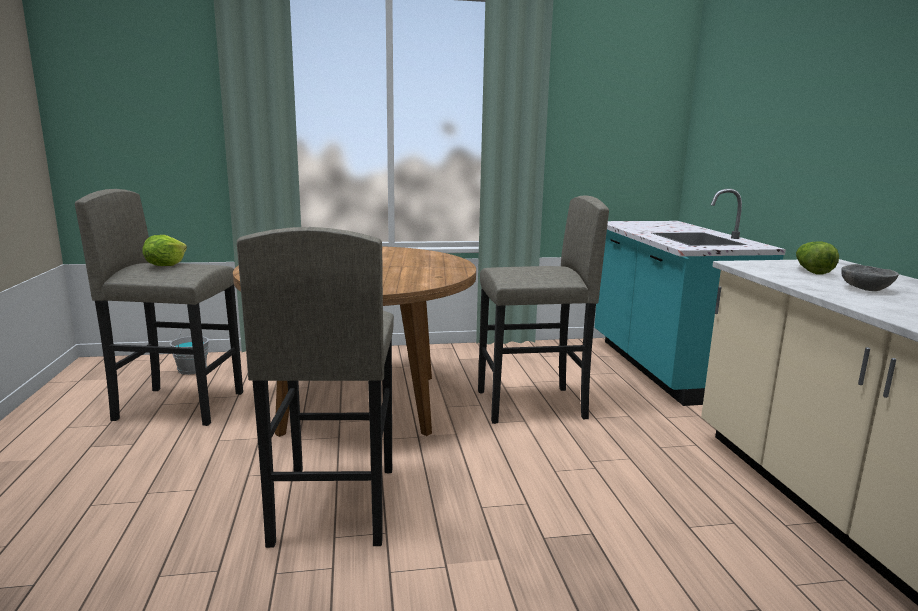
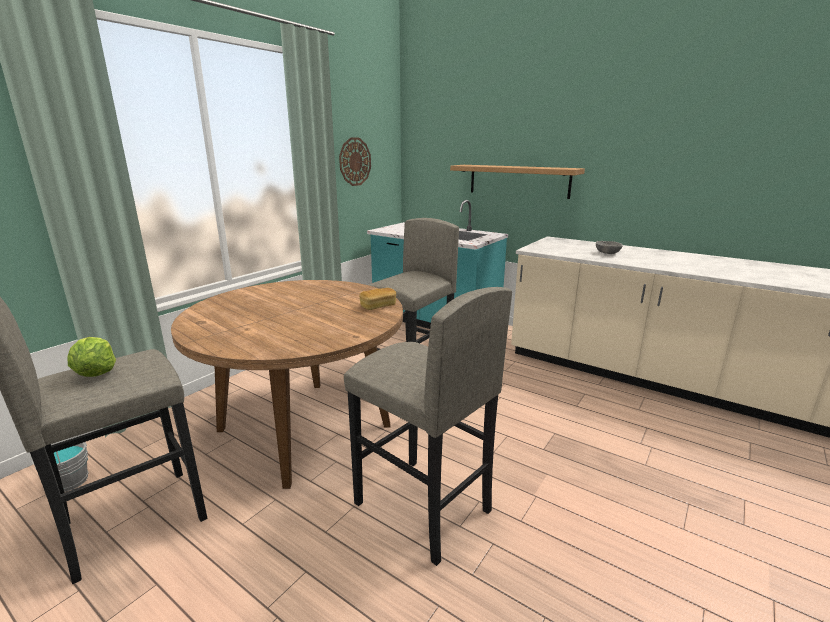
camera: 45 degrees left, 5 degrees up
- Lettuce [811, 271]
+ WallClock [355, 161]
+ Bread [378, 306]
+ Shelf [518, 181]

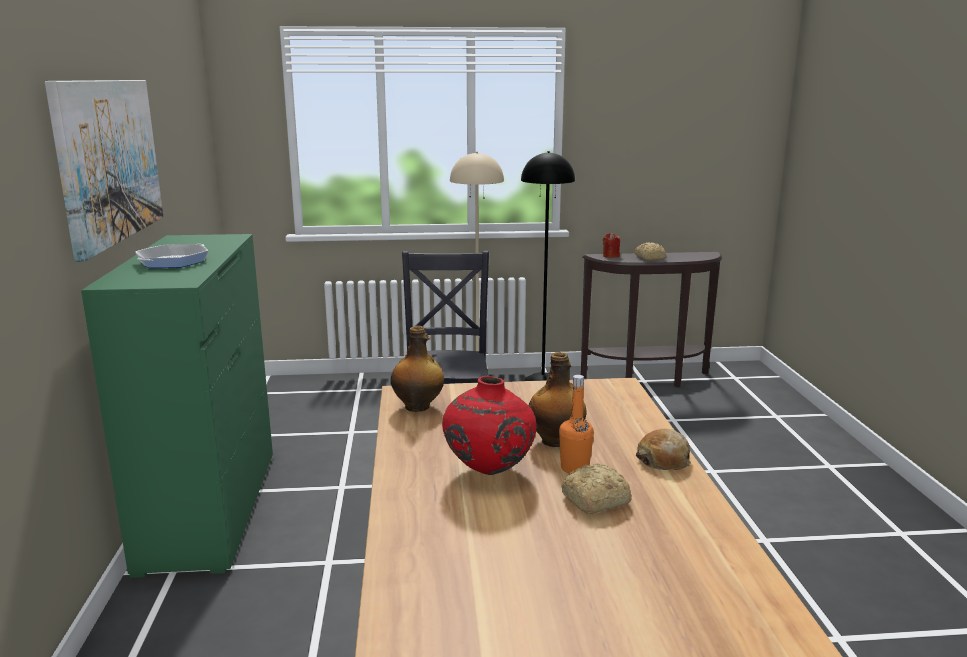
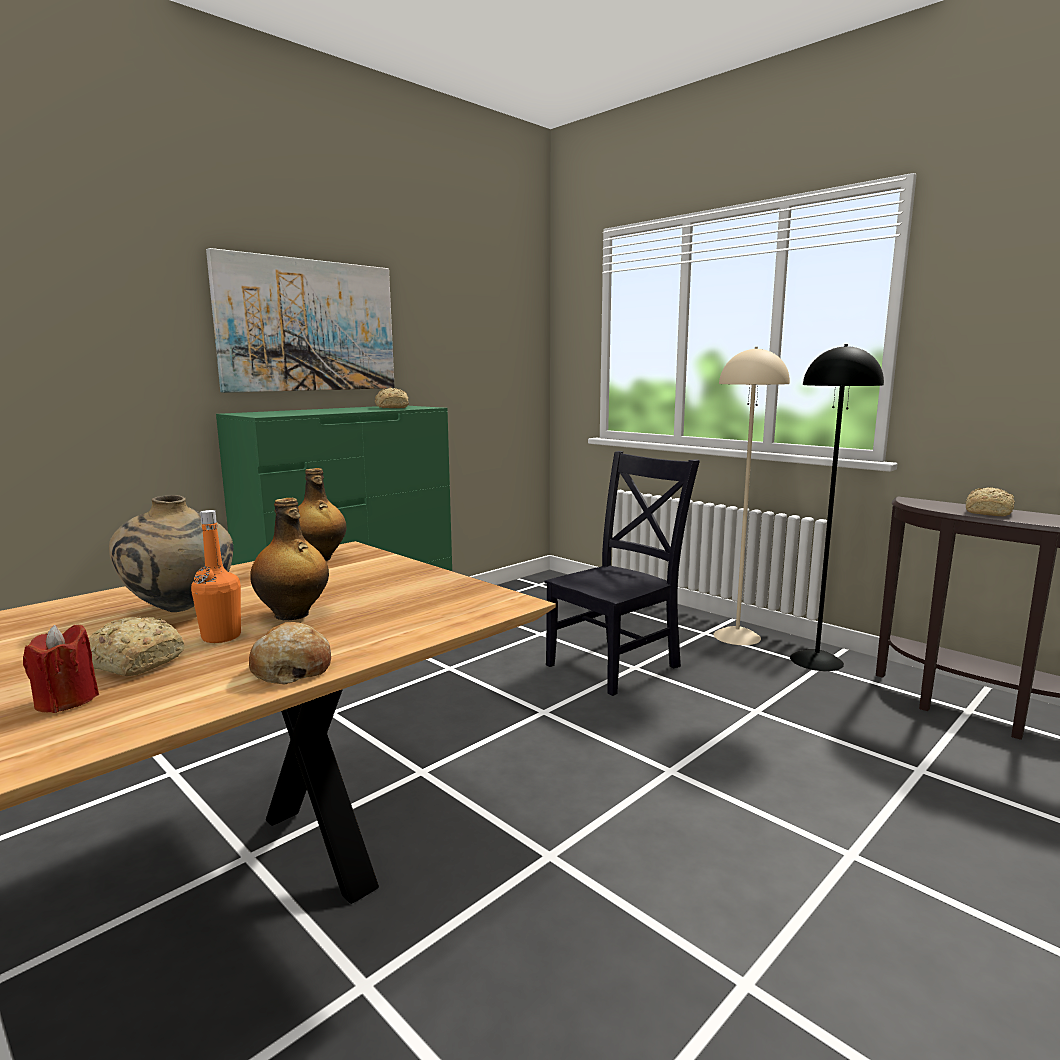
camera: 50 degrees right, 5 degrees down
- FryingPan [173, 261]
+ Bread [392, 408]
~ RedCandle [611, 256] to [66, 700]
~ RedVase [488, 471] to BeigeVase [181, 610]

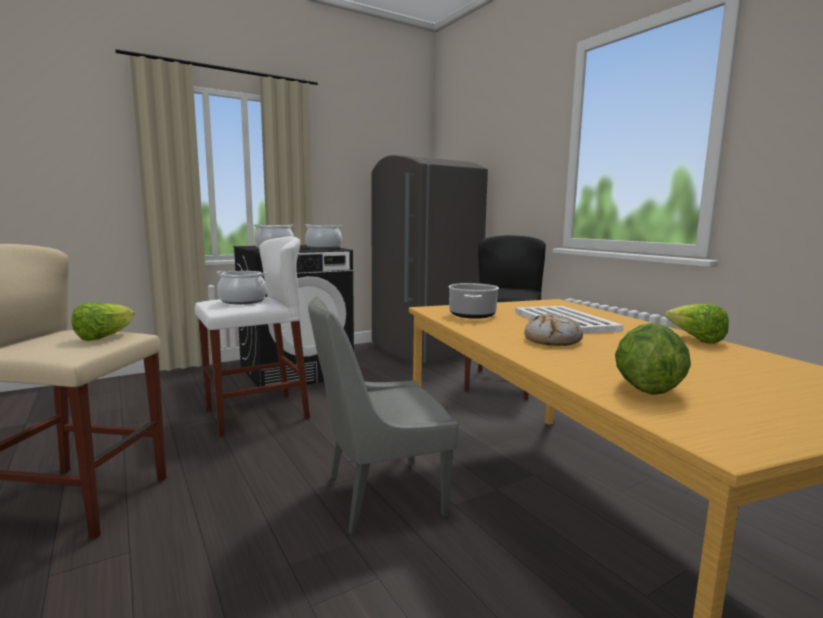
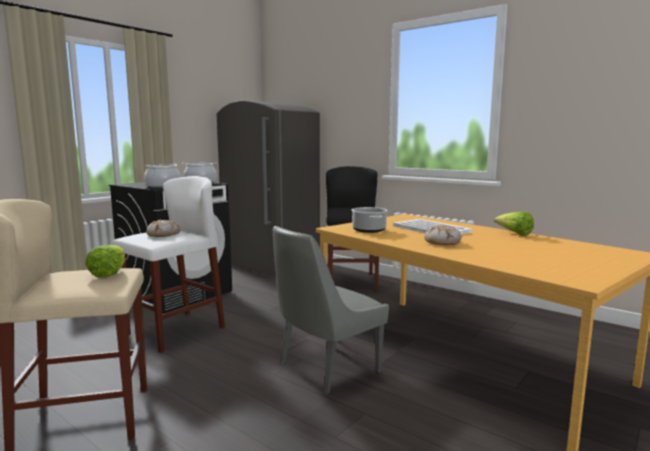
camera: 20 degrees left, 0 degrees up
- Lettuce [645, 389]
~ CookingPot [243, 301] to Bread [163, 234]

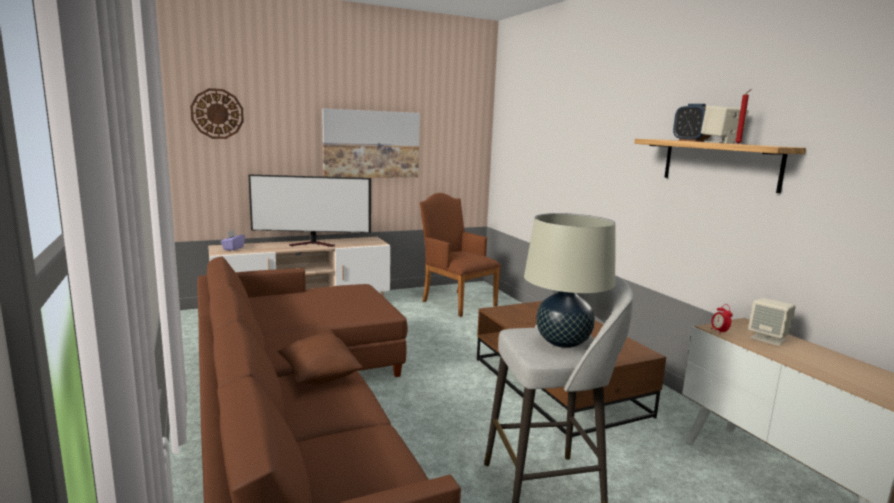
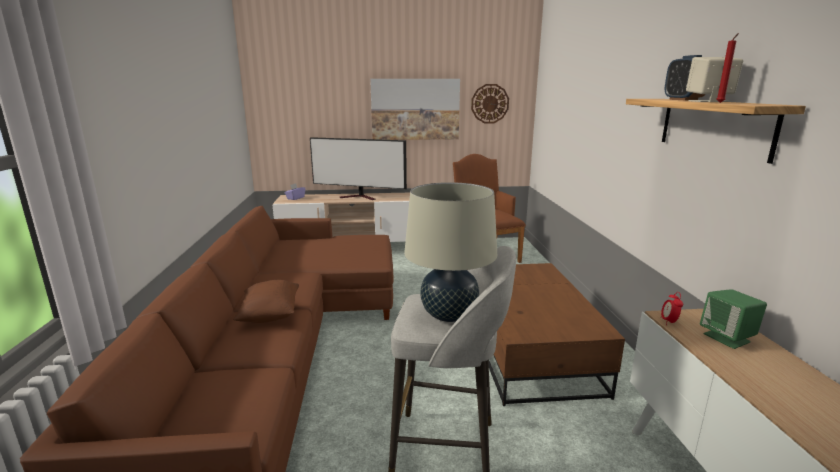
camera: 20 degrees right, 5 degrees up
~ WallClock [217, 113] to [490, 103]
~ BeigeSpeaker [768, 339] to GreenSpeaker [727, 338]

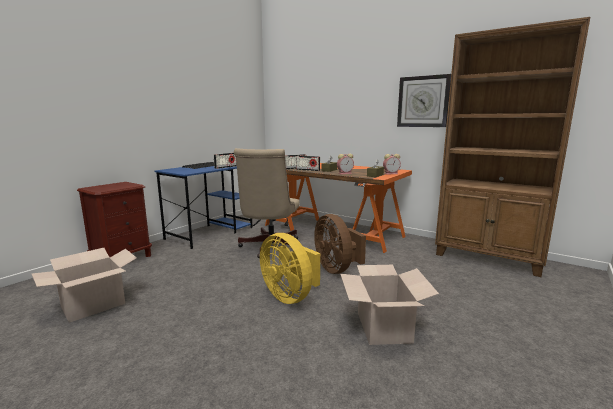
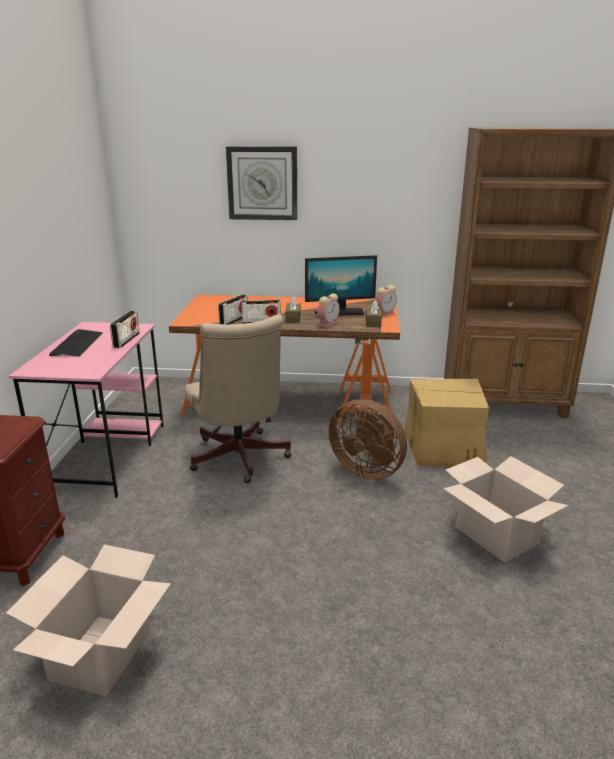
camera: 30 degrees left, 10 degrees up
- YellowFan [290, 296]
+ Monitor [339, 313]
+ CardboardBox [445, 446]
~ WallClock [423, 101] to [262, 183]
~ BlueDesk [211, 232] to PinkDesk [107, 455]

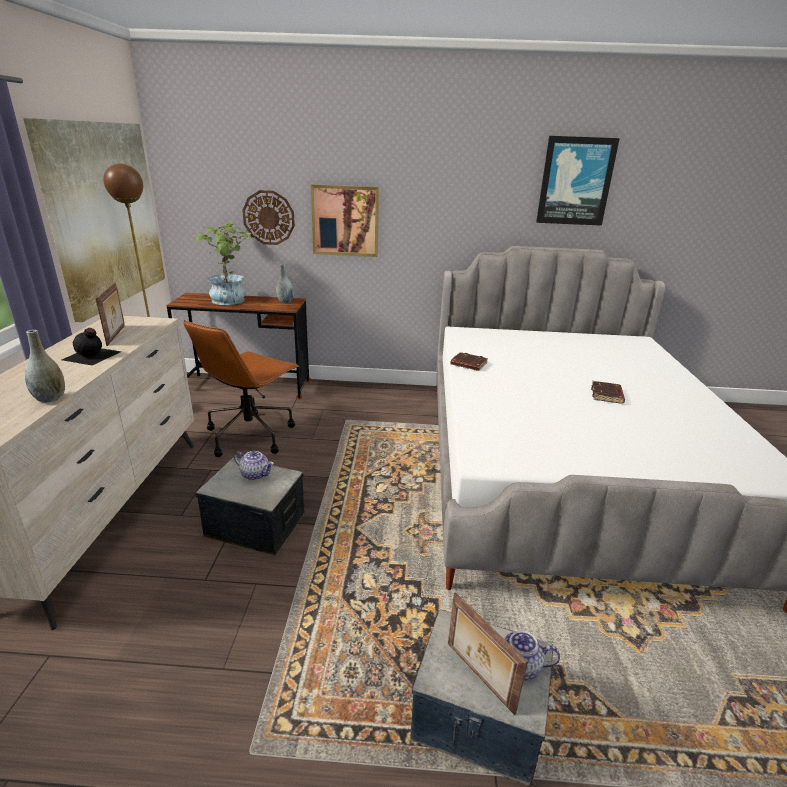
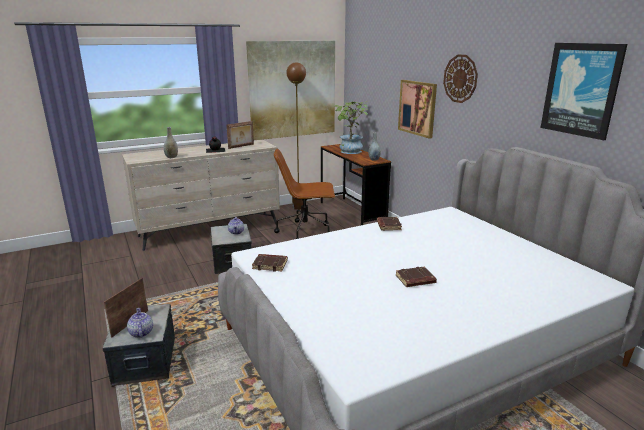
camera: 60 degrees right, 5 degrees down
+ BrownBook [270, 265]
~ WallClock [269, 218] to [460, 78]

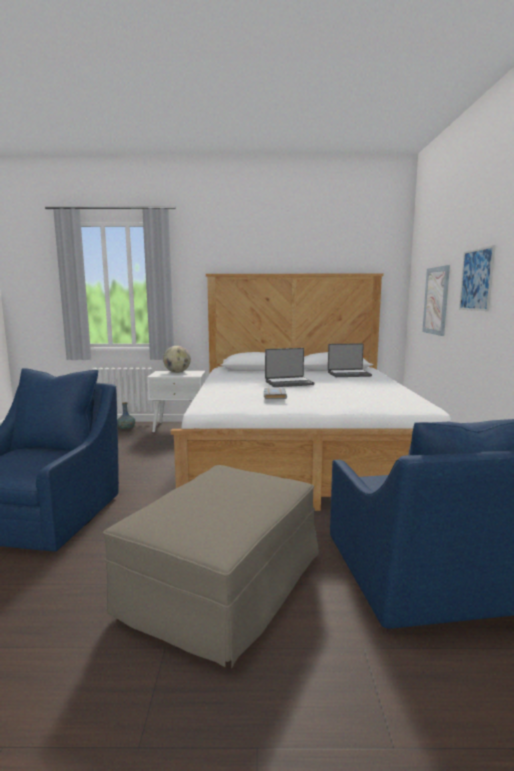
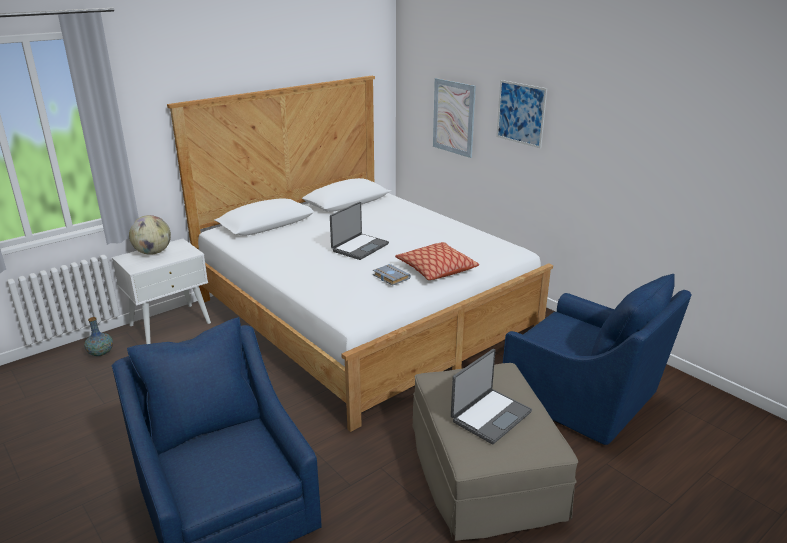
camera: 40 degrees left, 15 degrees up
+ Pillow [436, 269]
~ Laptop [349, 374] to [490, 416]

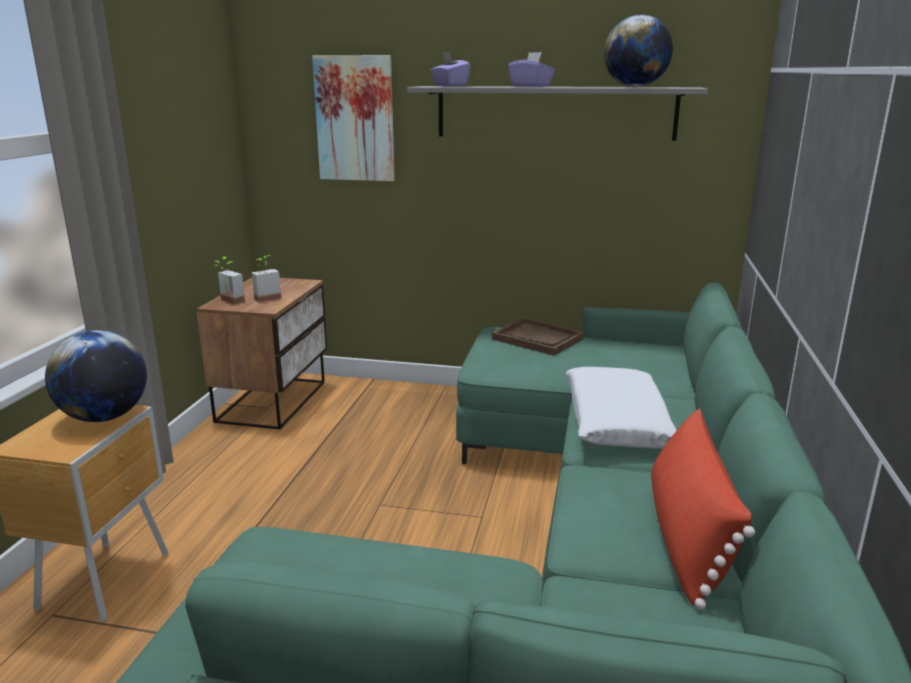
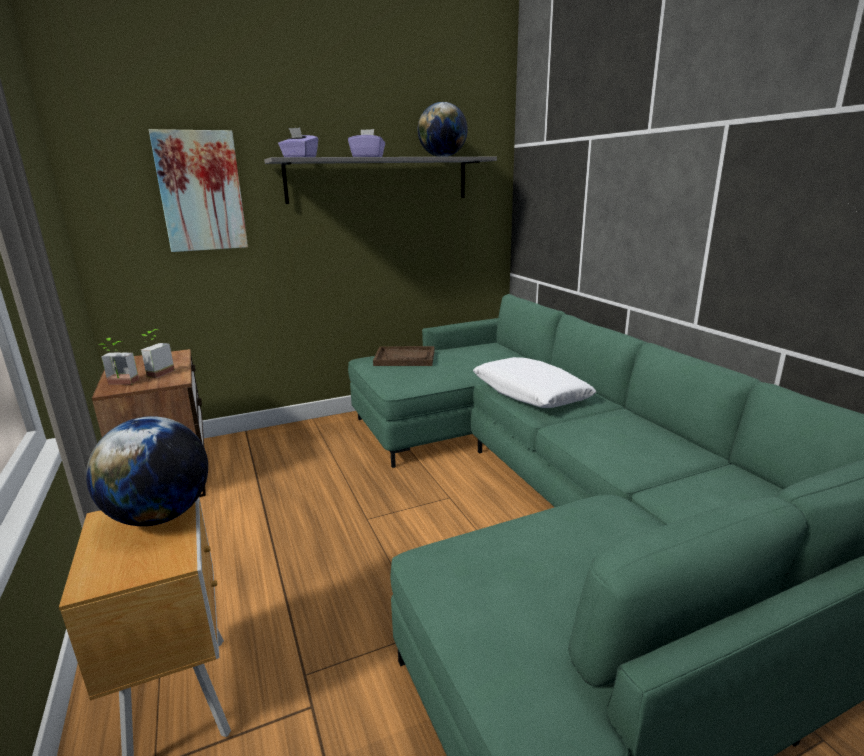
camera: 35 degrees left, 0 degrees up
- RedPillow [687, 536]

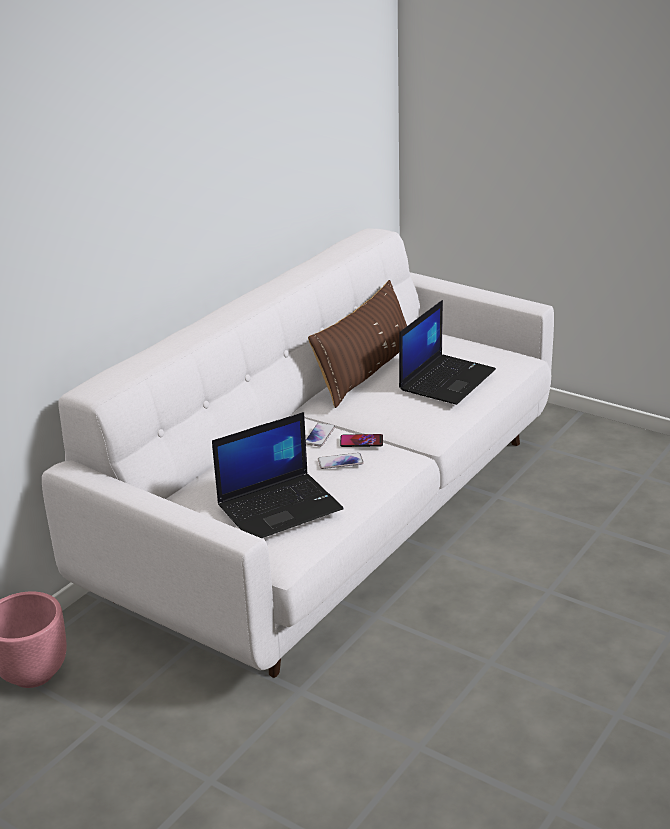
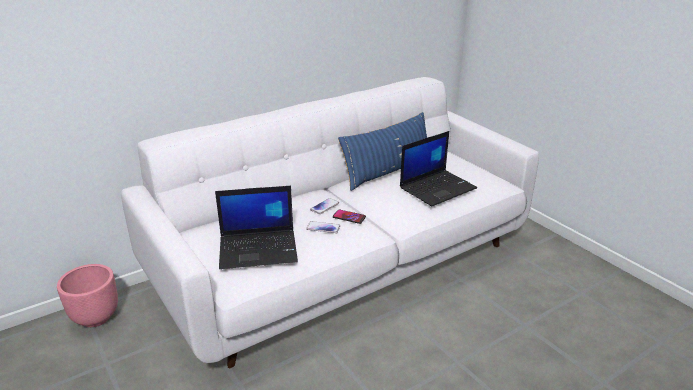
camera: 20 degrees right, 0 degrees up
~ BrownPillow [365, 372] to BluePillow [388, 172]

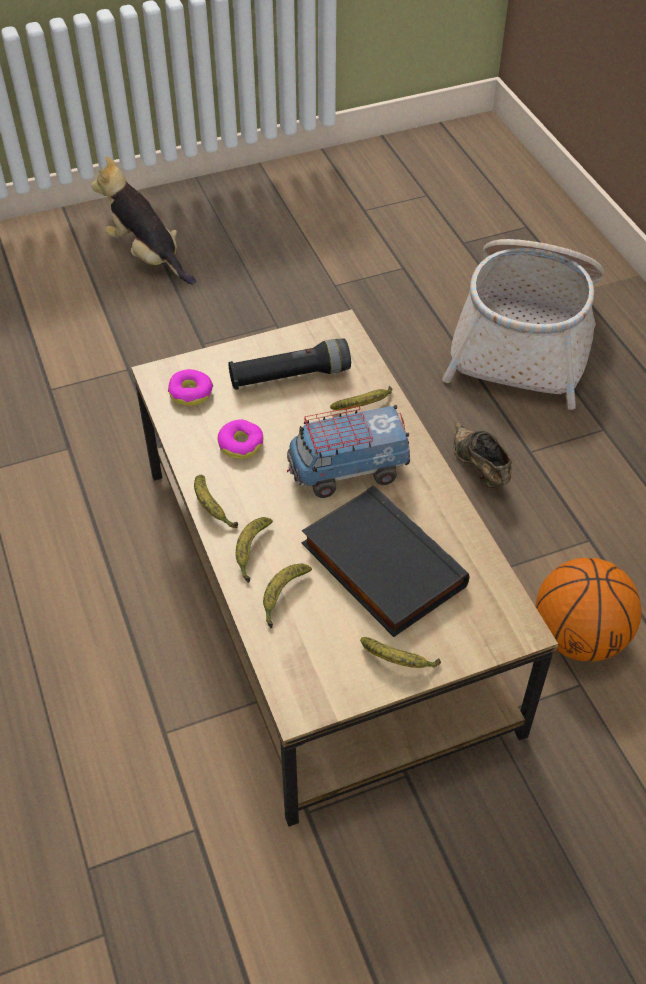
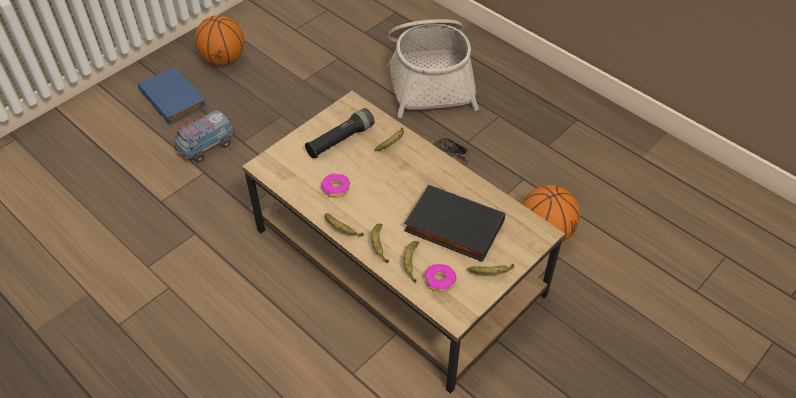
camera: 25 degrees left, 0 degrees up
+ Basketball [223, 59]
~ Donut [191, 393] to [440, 281]
~ ToyTruck [348, 471] to [206, 147]
~ PlushToy [148, 256] to BlueBook [175, 98]

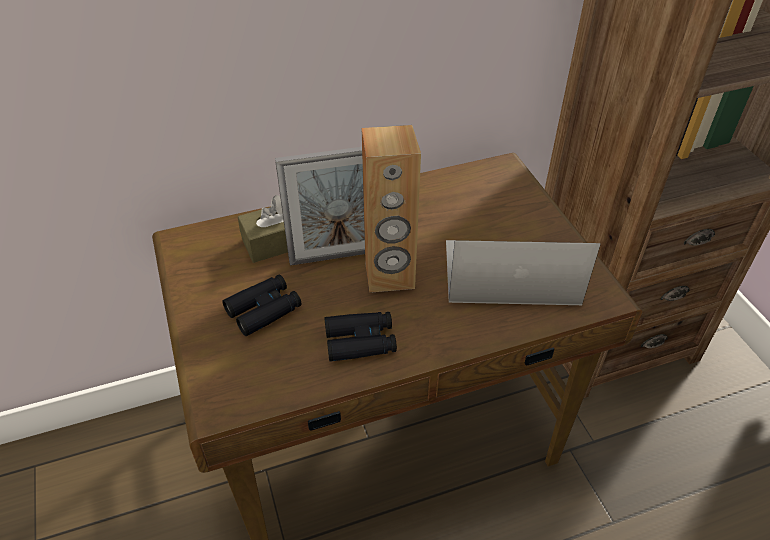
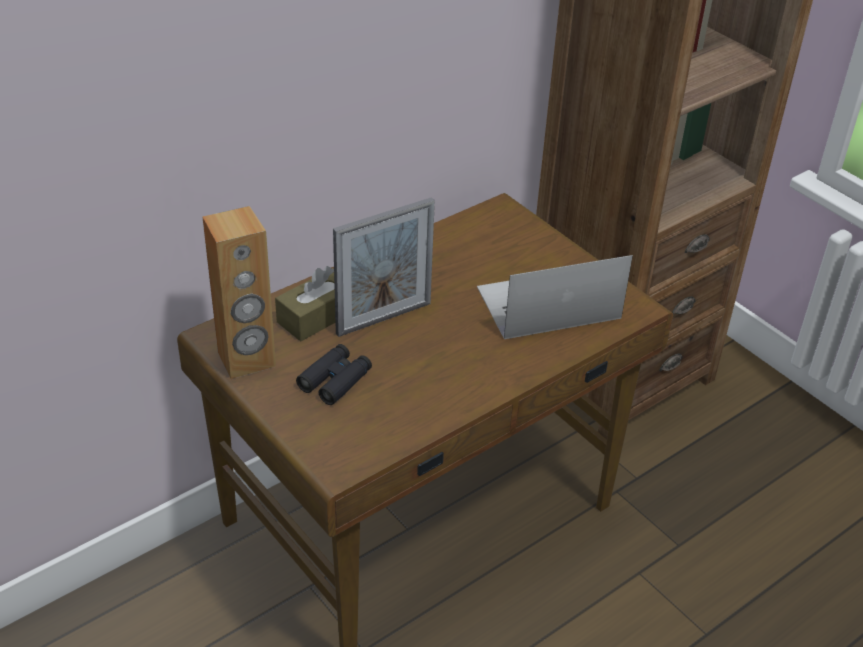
camera: 20 degrees left, 5 degrees down
- BlackBinoculars [360, 341]
~ BrownSpeaker [389, 276] to [247, 360]

